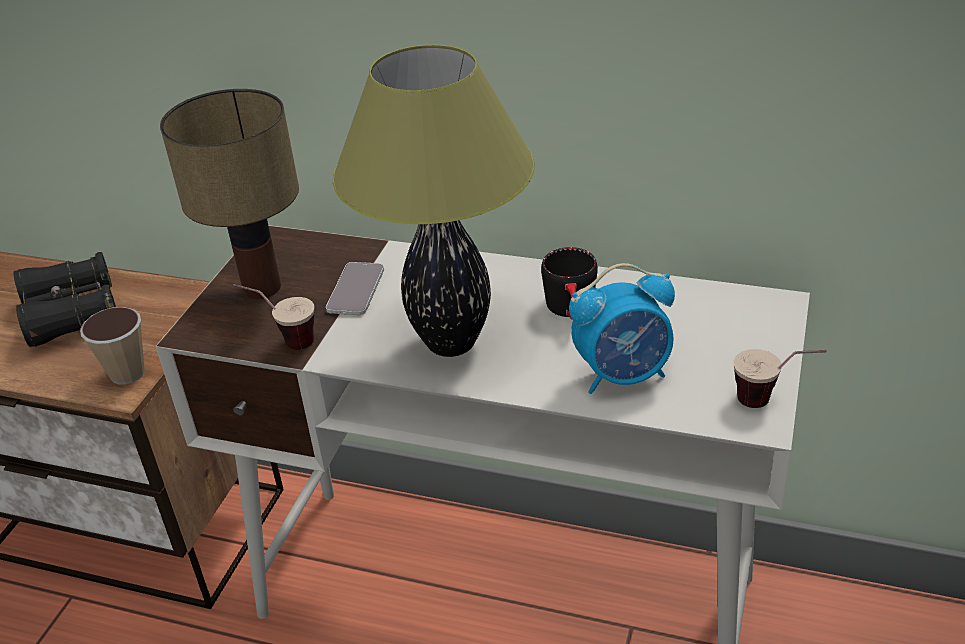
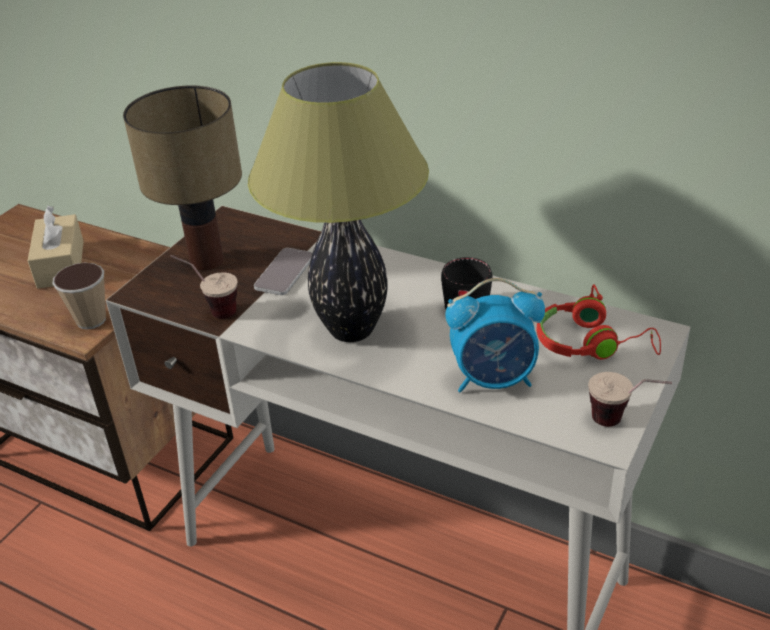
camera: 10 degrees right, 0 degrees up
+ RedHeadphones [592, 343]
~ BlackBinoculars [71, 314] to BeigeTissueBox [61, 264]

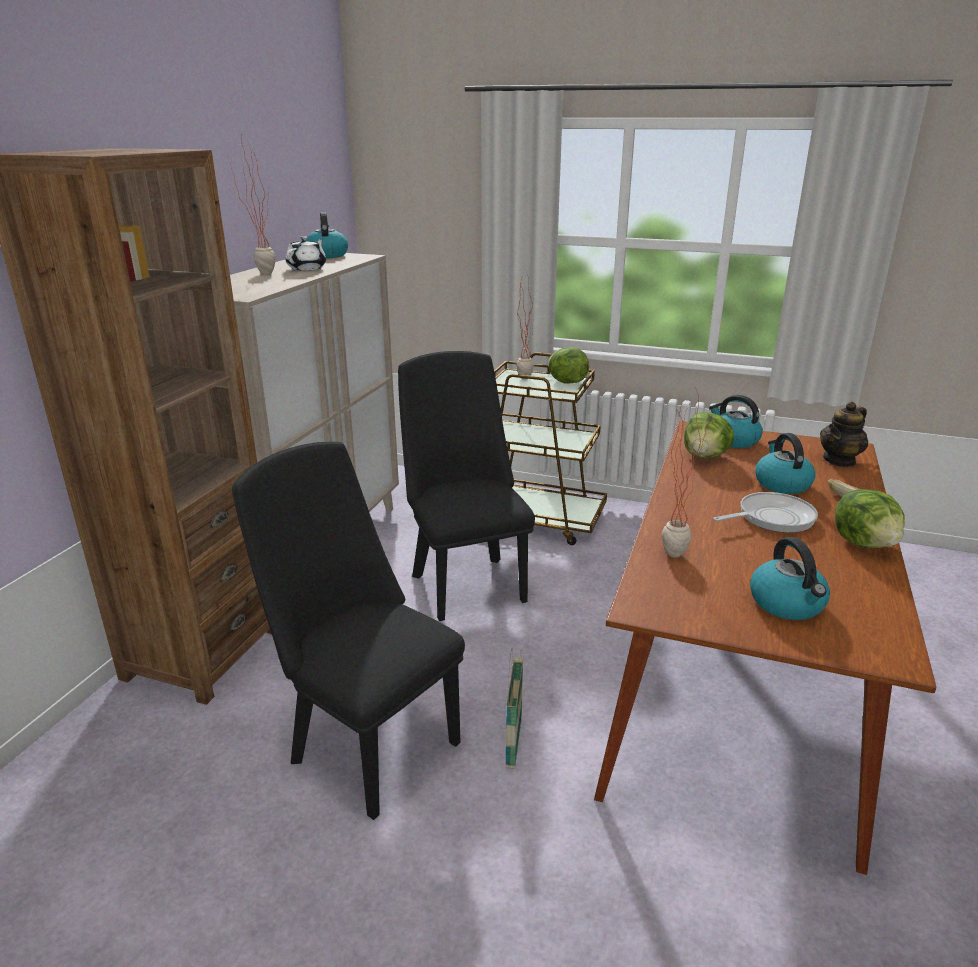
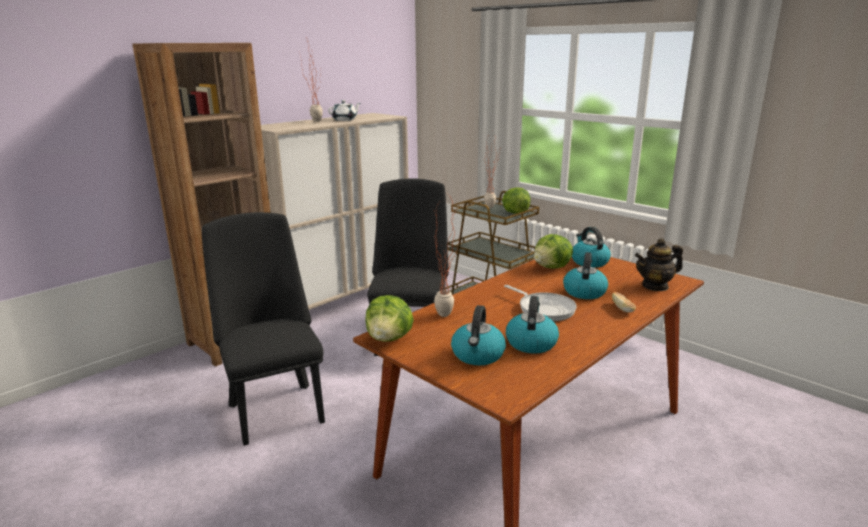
camera: 25 degrees right, 5 degrees down
- Basket [513, 743]
~ Kettle [326, 255] to [531, 342]
~ Lettuce [865, 543] to [389, 338]
~ FryingPan [771, 518] = [544, 309] 45 degrees clockwise

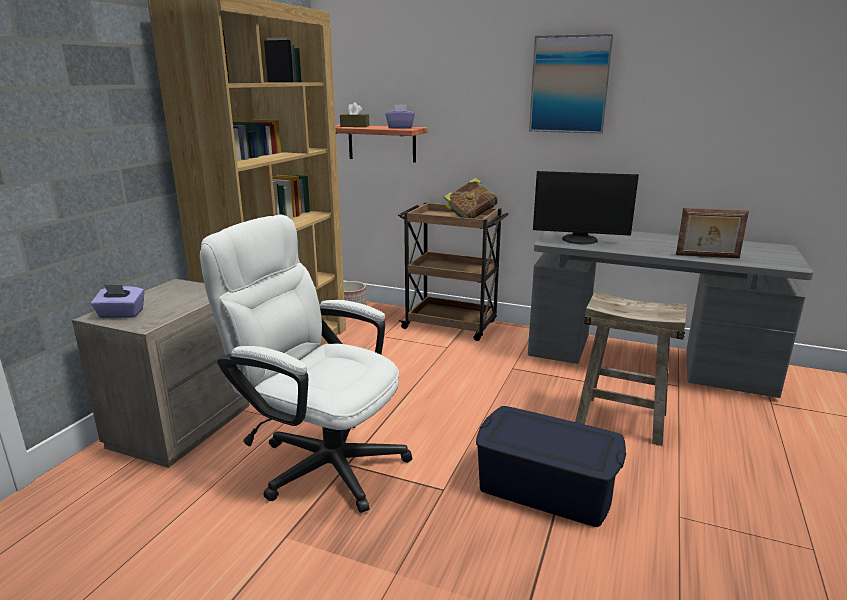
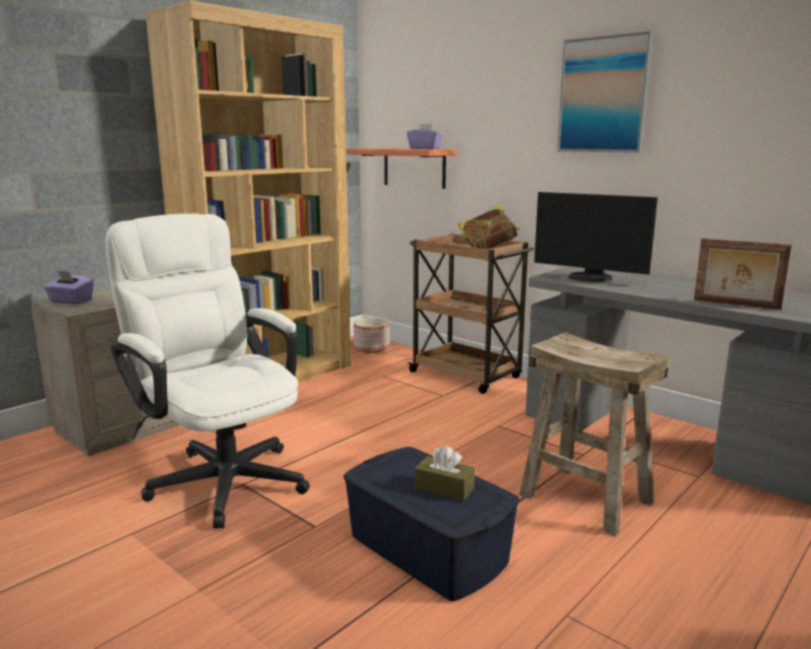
camera: 20 degrees right, 5 degrees down
~ BrownTissueBox [354, 126] to [444, 488]

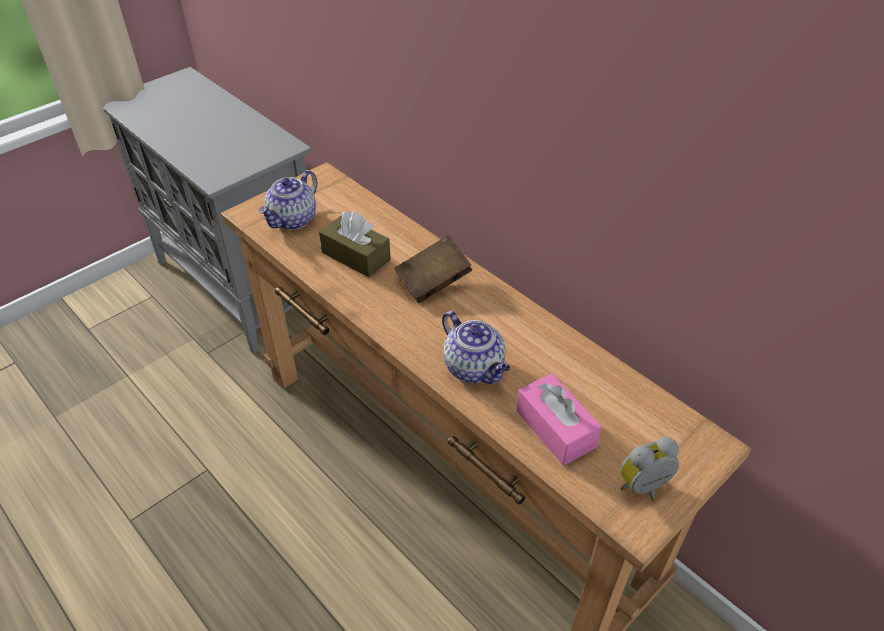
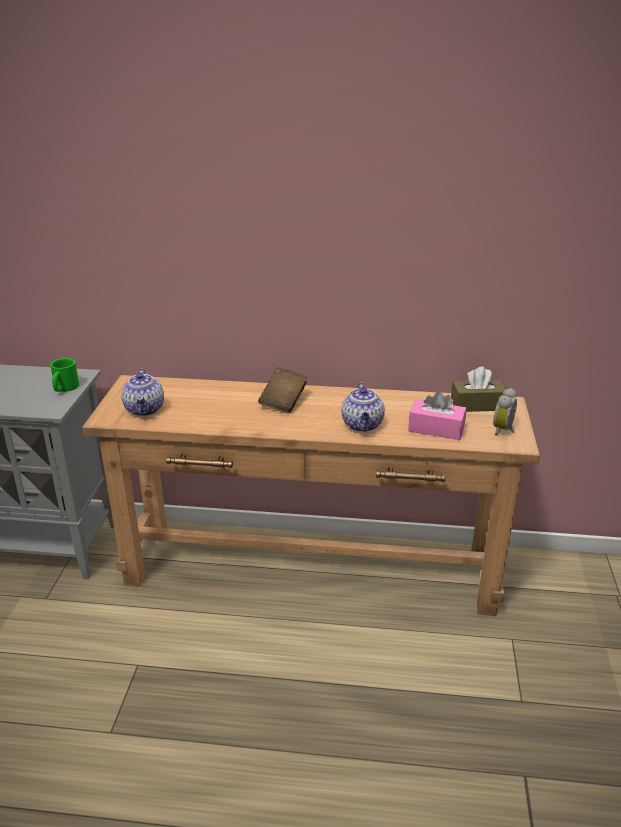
camera: 40 degrees left, 15 degrees down
+ GreenMug [64, 388]
~ BrownTissueBox [356, 256] to [477, 405]
~ Teapot [475, 368] = [363, 425] 75 degrees clockwise

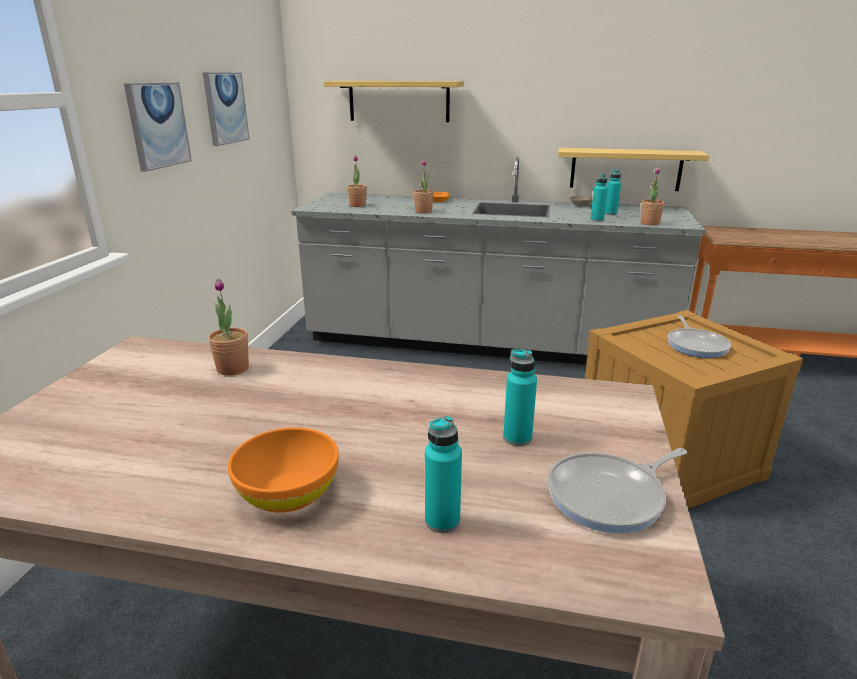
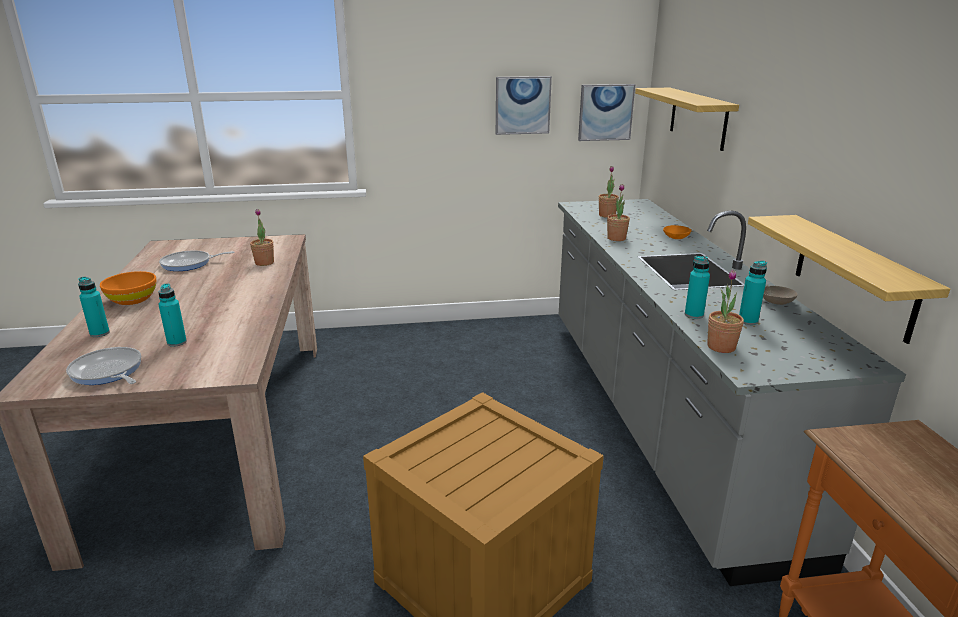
camera: 70 degrees right, 0 degrees up
~ Picture [158, 125] to [605, 112]
~ FryingPan [696, 345] to [189, 264]

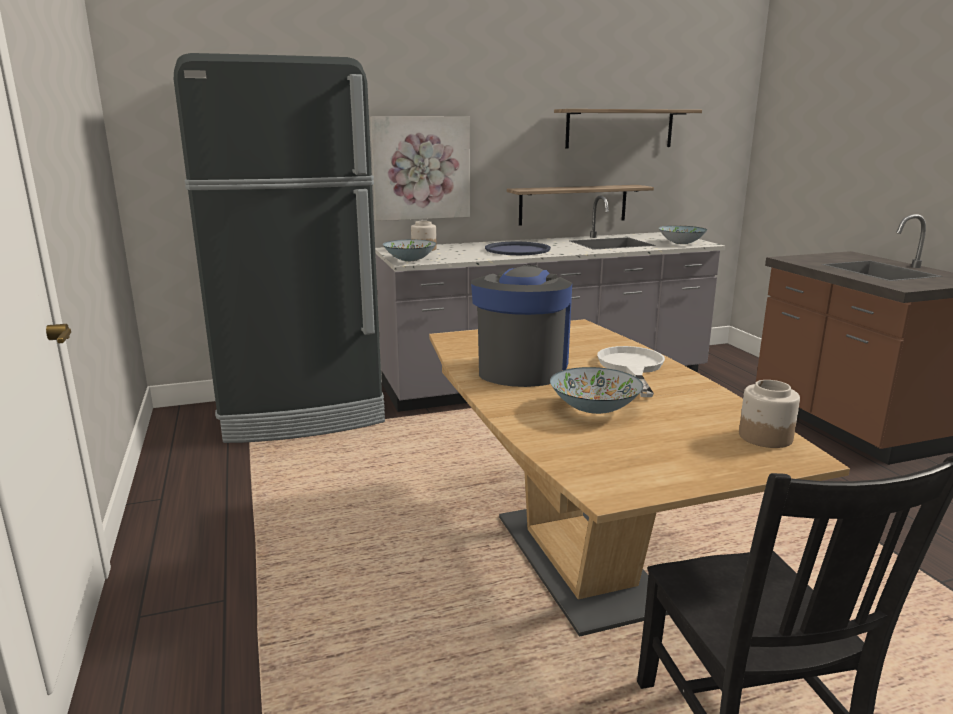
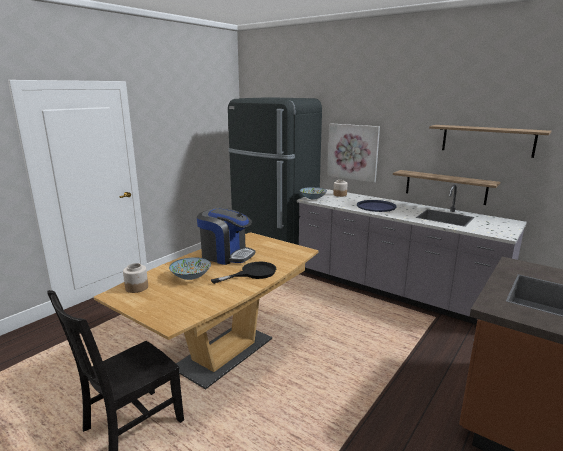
camera: 55 degrees right, 0 degrees up
- Bowl [681, 243]
~ Jar [764, 437] to [137, 287]
~ WhiteFryingPan [631, 367] to BlackFryingPan [252, 273]
~ CoffeeMachine [522, 367] = [226, 255] 45 degrees clockwise

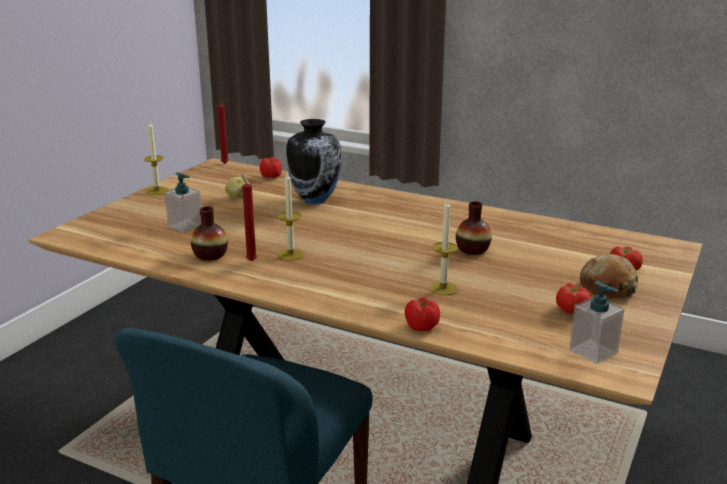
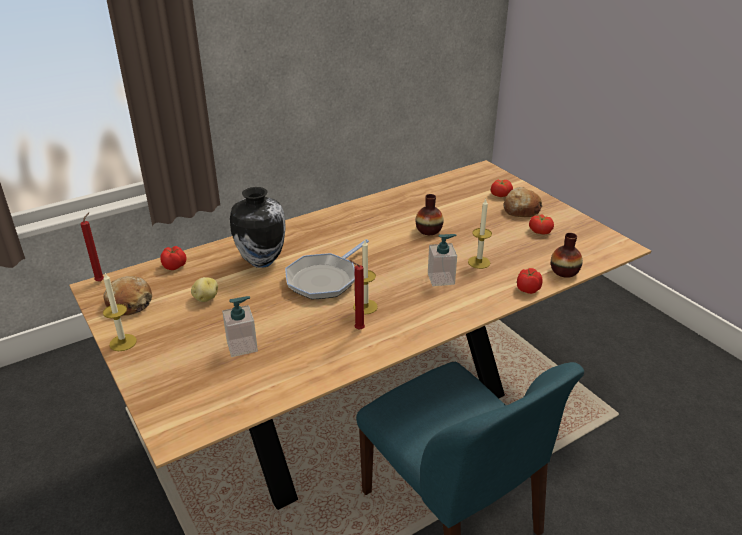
camera: 60 degrees left, 10 degrees up
+ Bread [129, 303]
+ FryingPan [324, 279]
~ Vase [210, 255] to [564, 271]
~ SoapDispenser [593, 351] to [441, 279]

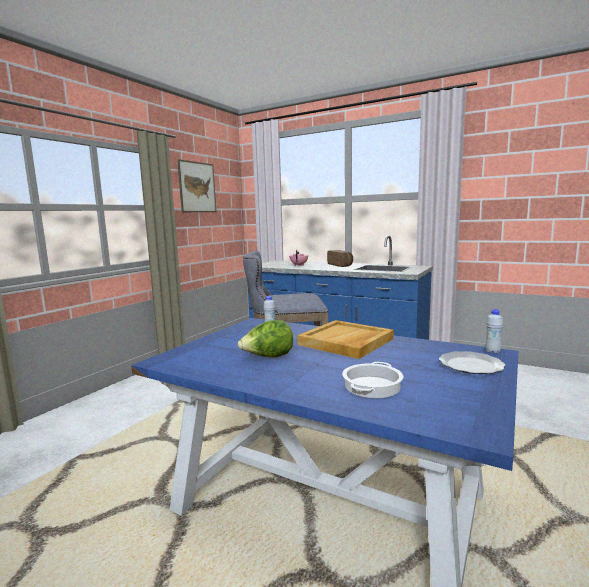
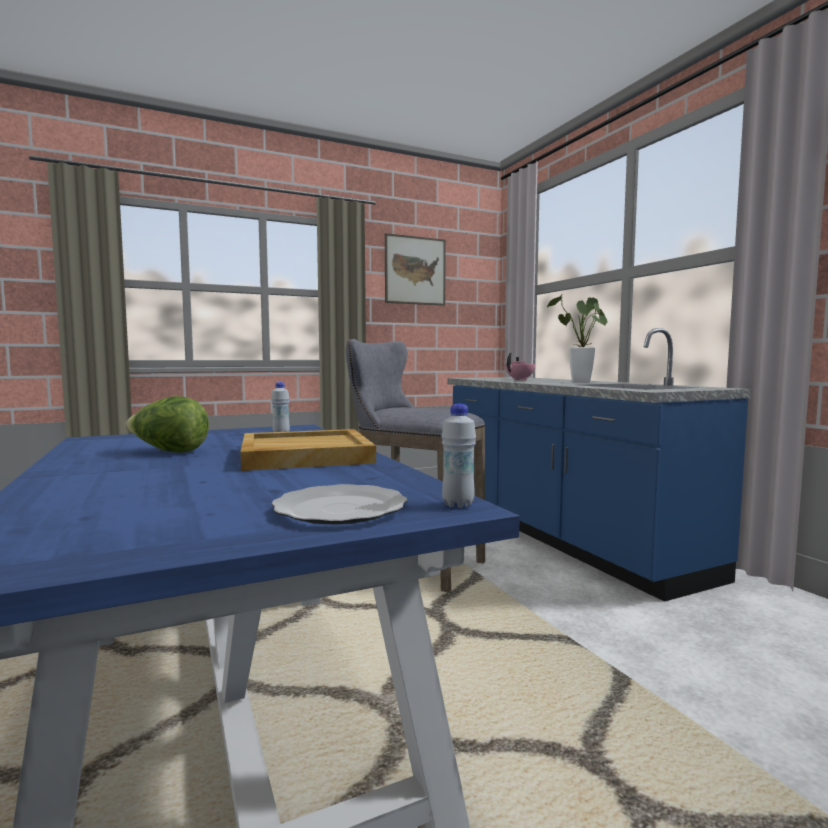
camera: 35 degrees right, 5 degrees down
- CookingPot [371, 386]
~ Bread [341, 265] to PottedPlant [580, 382]

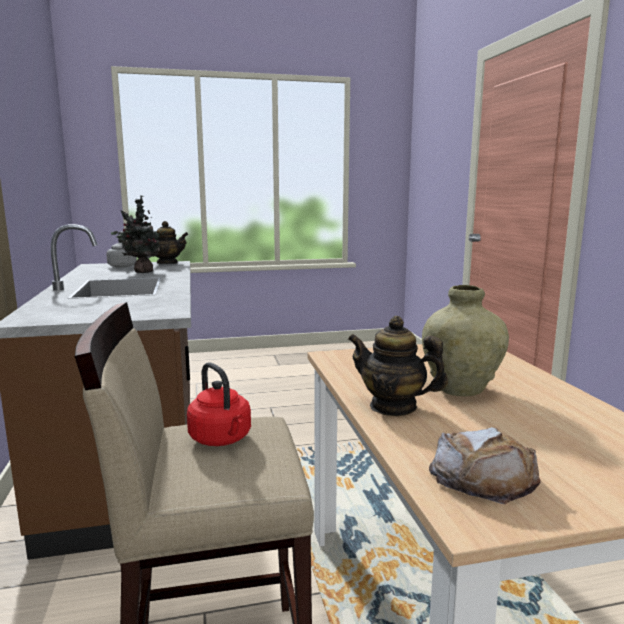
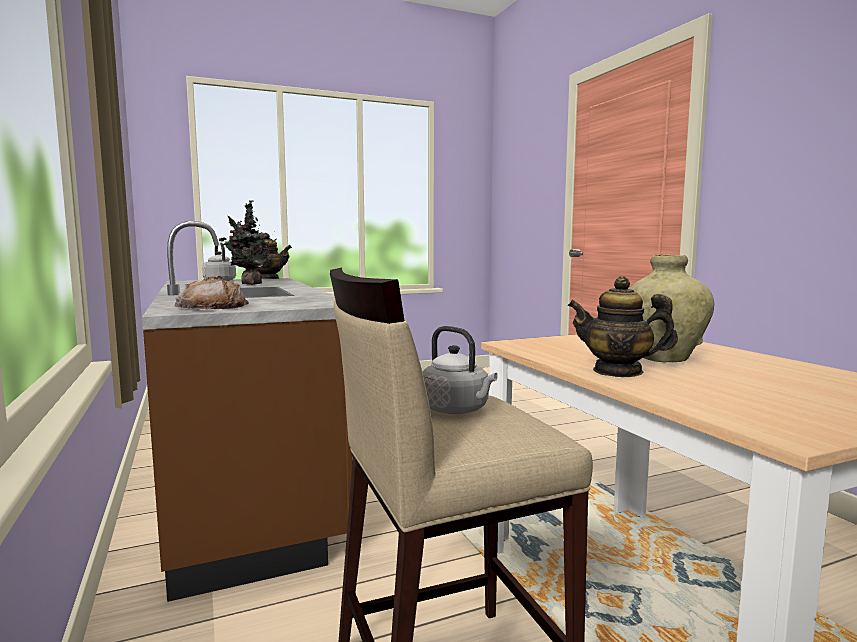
camera: 10 degrees left, 5 degrees down
~ Bread [483, 476] to [212, 307]
~ RedKettle [222, 439] to GreyKettle [457, 410]

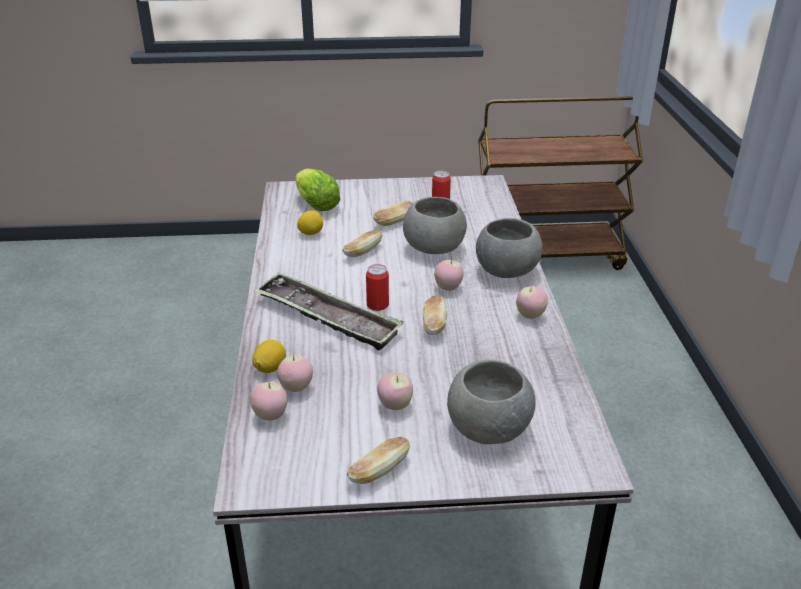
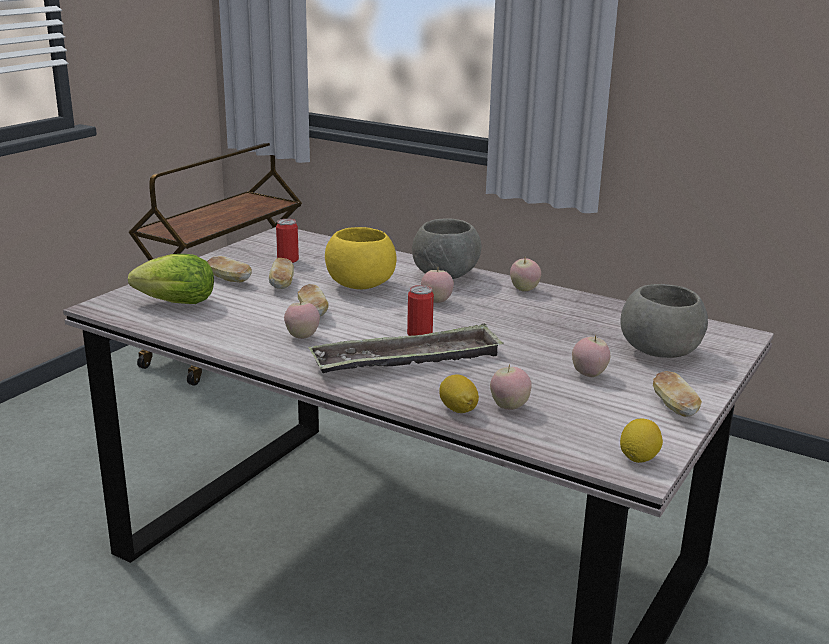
camera: 55 degrees left, 10 degrees down
~ Apple [270, 416] to [302, 337]
~ Lemon [311, 233] to [638, 458]
~ Bread [434, 325] to [229, 280]
~ GreyBowl [433, 248] to YellowBowl [359, 285]

